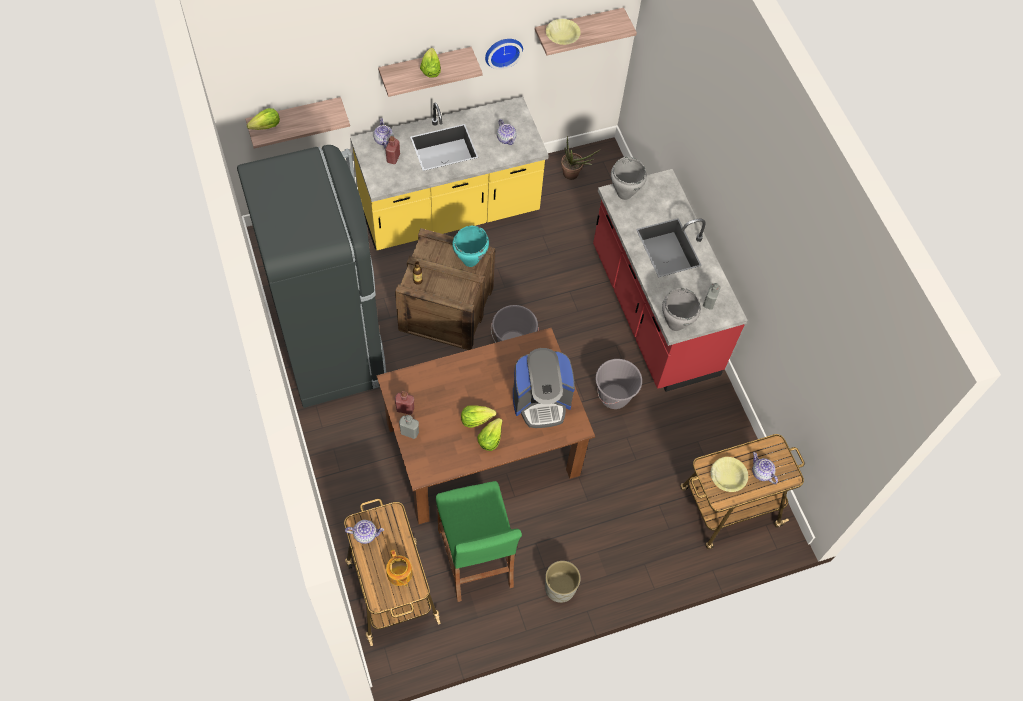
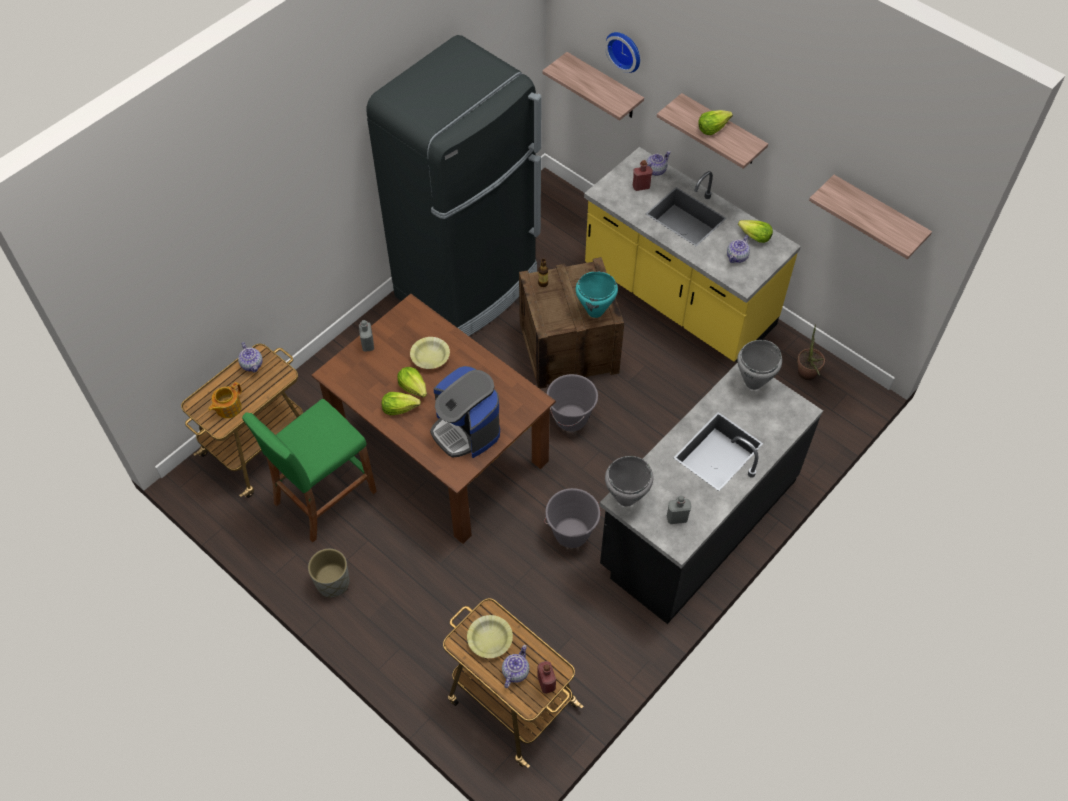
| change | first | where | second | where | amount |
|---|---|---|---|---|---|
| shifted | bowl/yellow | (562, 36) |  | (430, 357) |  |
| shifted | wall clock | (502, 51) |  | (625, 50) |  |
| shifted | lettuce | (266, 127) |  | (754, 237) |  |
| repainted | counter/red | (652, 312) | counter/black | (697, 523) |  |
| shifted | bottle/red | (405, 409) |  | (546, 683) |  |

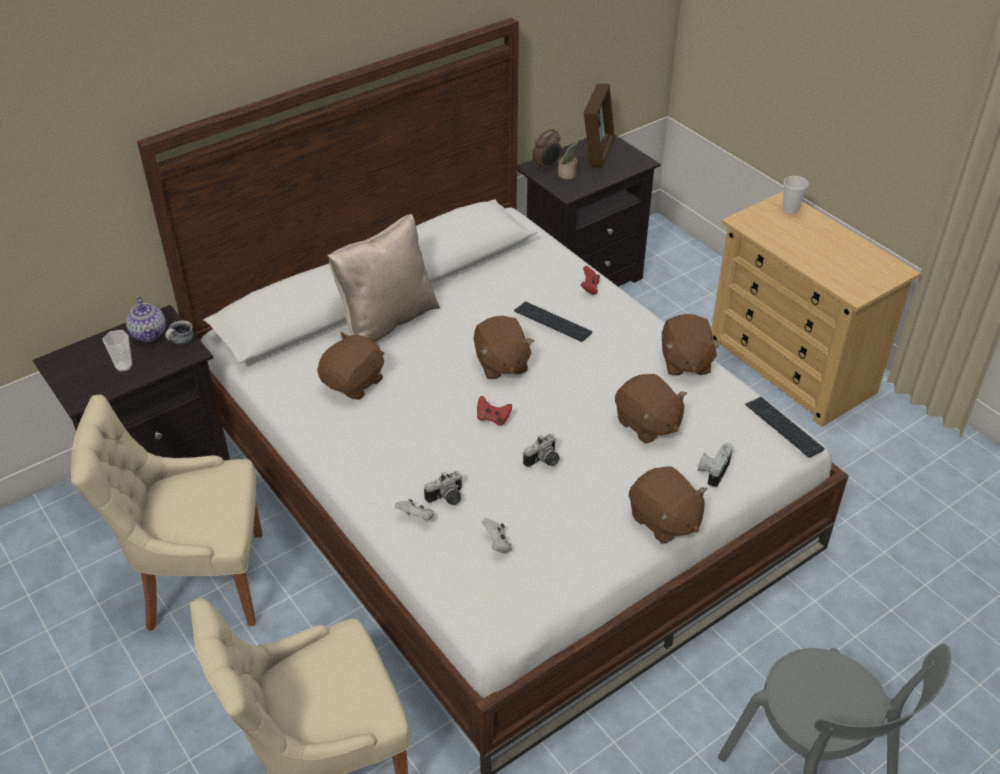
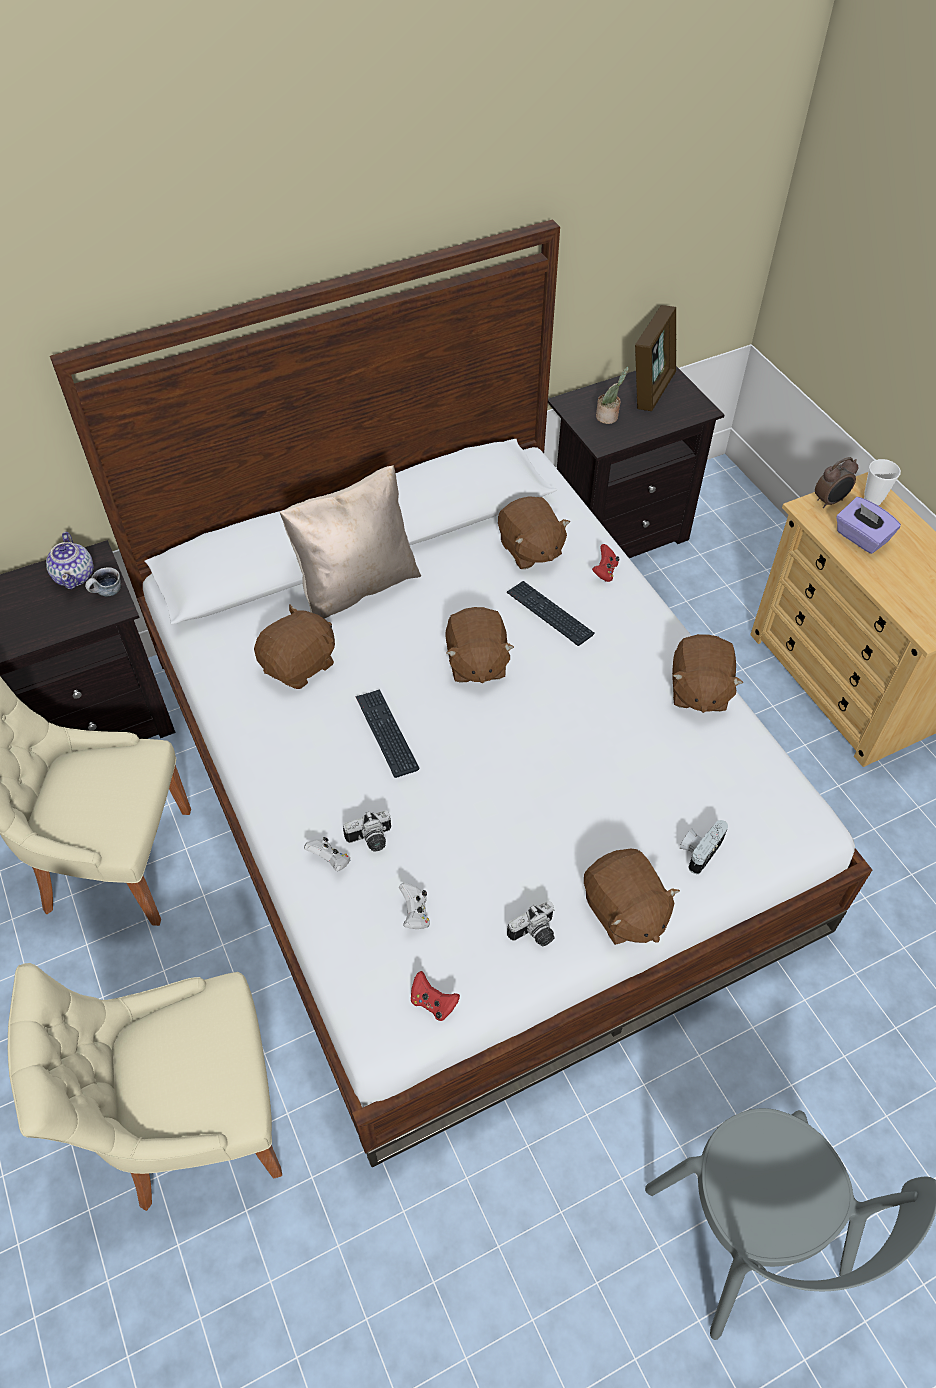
| change | first | where | second | where | amount |
|---|---|---|---|---|---|
| shifted | alarm clock | (547, 167) |  | (830, 501) |  |
| gone | cup | (124, 366) |  |  |  |
| shifted | plush toy/brown | (647, 424) |  | (530, 549) |  |
| shifted | game controller/red | (493, 418) |  | (433, 1002) |  |
| shifted | keyboard | (783, 427) |  | (386, 733) |  |
| shifted | photo camera | (544, 461) |  | (535, 934) |  |
| new |  |  | tissue box/purple | (861, 538) |  |

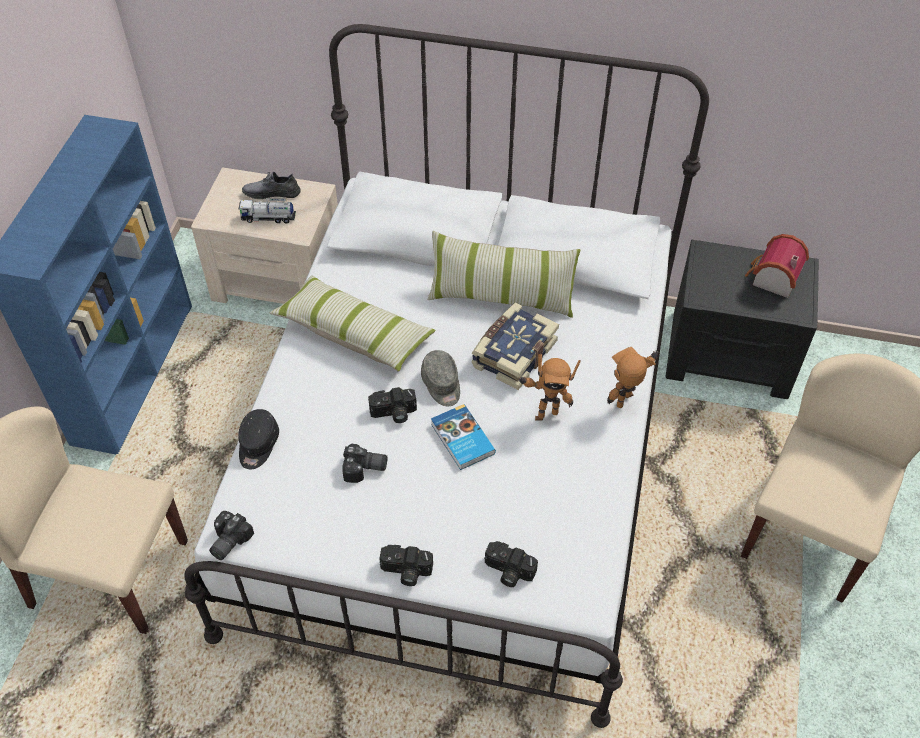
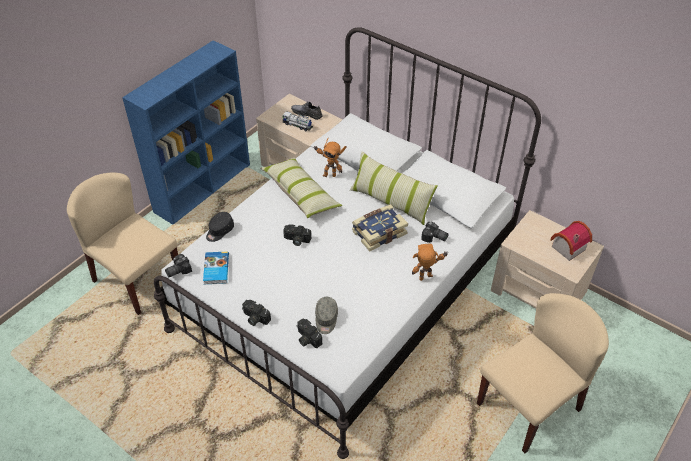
| change | first | where | second | where | amount |
|---|---|---|---|---|---|
| repainted | nightstand/black | (730, 355) | nightstand/beige | (538, 291) |  |
| shifted | cap/grey | (442, 385) |  | (326, 319) |  |
| shifted | toy robot | (545, 413) |  | (329, 174) |  |
| shifted | book | (461, 439) |  | (215, 269) |  |
| shifted | photo camera | (365, 469) |  | (434, 238) |  |

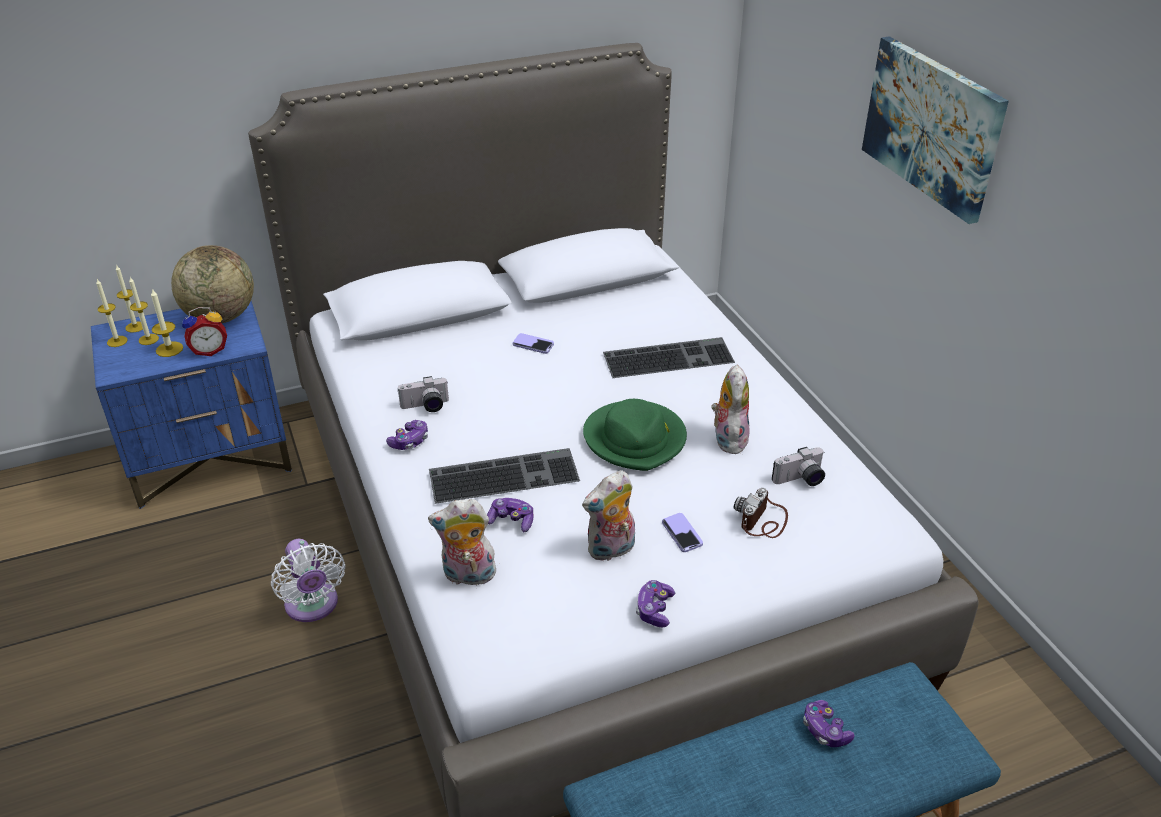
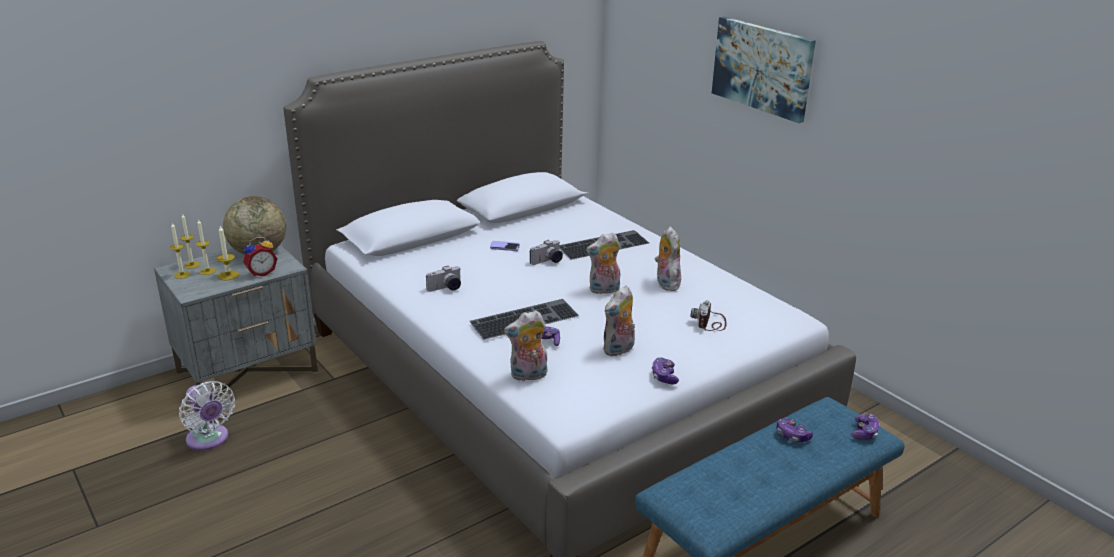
| change | first | where | second | where | amount |
|---|---|---|---|---|---|
| repainted | nightstand/blue | (212, 458) | nightstand/grey | (248, 372) |  |
| swapped | hat/green | (635, 439) | plush toy | (604, 290) |  |
| shifted | game controller | (409, 441) |  | (864, 432) |  |
| shifted | photo camera | (800, 480) |  | (548, 261) |  |
| gone | phone | (682, 533) |  |  |  |
| shifted | fan/white | (313, 606) |  | (209, 440) |  |

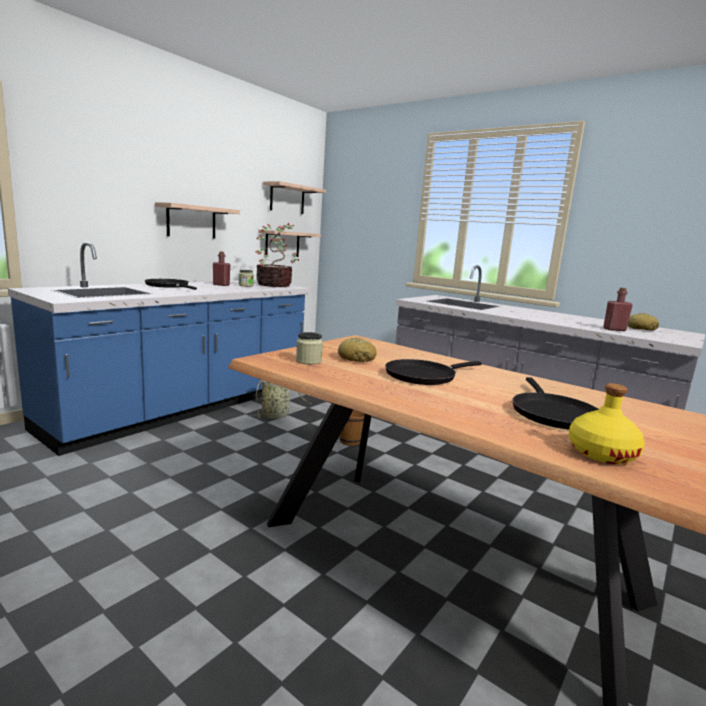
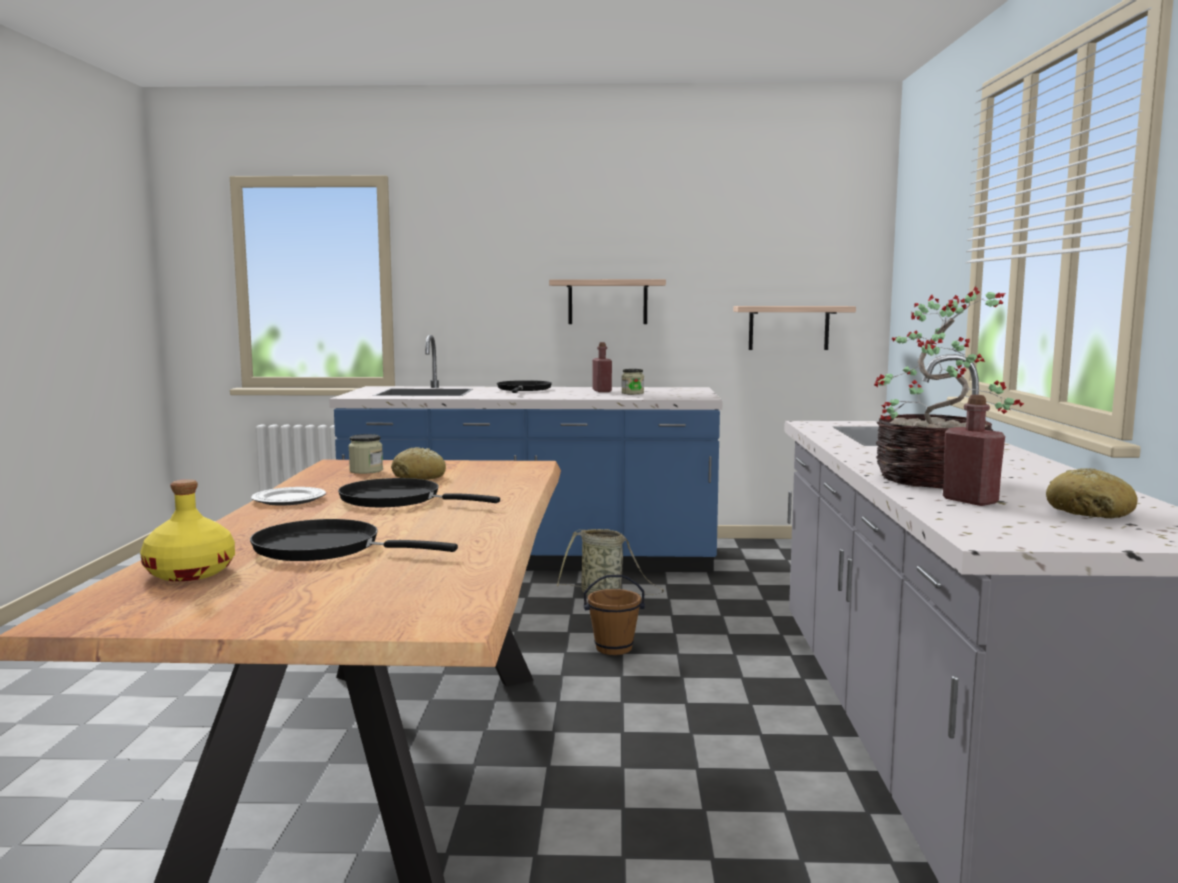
| change | first | where | second | where | amount |
|---|---|---|---|---|---|
| gone | shelf | (287, 199) |  |  |  |
| shifted | potted plant | (275, 285) |  | (934, 479) |  |
| rotated | frying pan/black | (552, 413) |  | (325, 549) | 45 degrees clockwise |
| new |  |  | plate | (289, 499) |  |

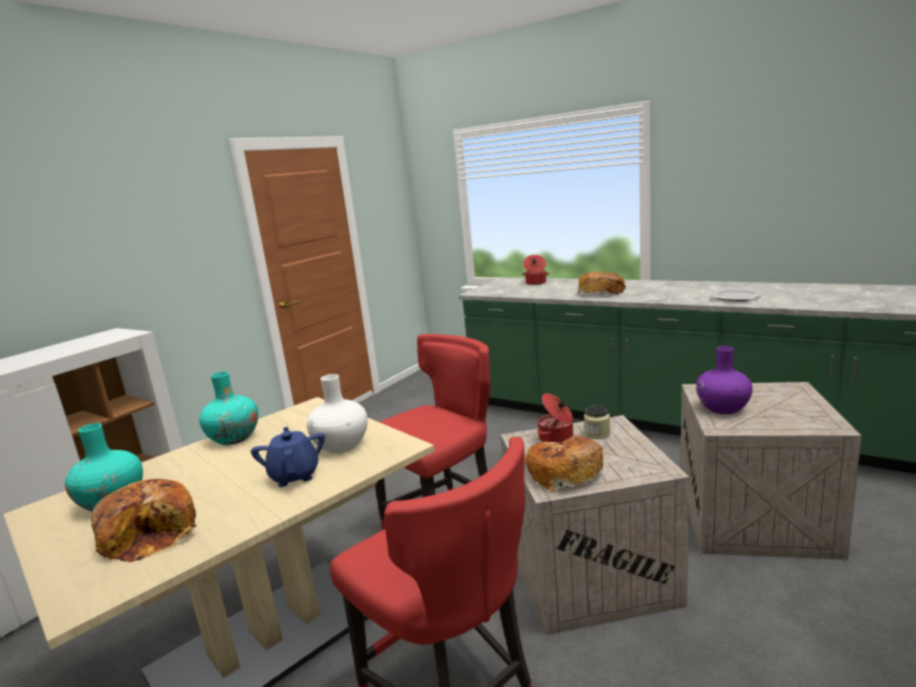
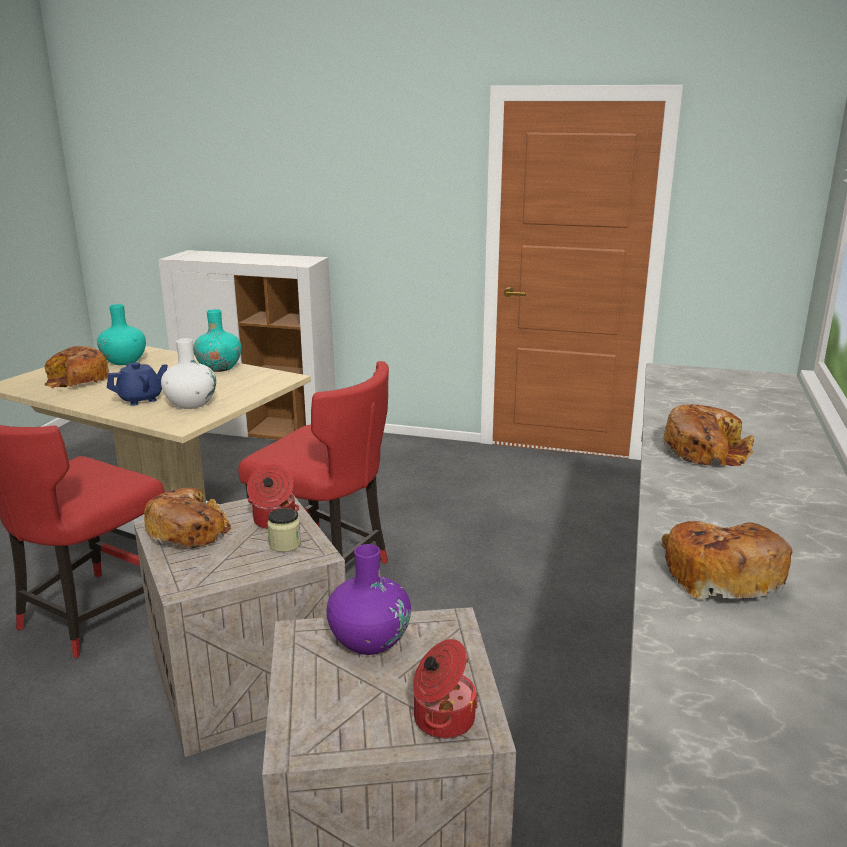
| change | first | where | second | where | amount |
|---|---|---|---|---|---|
| shifted | cooking pot | (535, 283) |  | (442, 718) |  |
| swapped | plate | (736, 297) | bread | (720, 574) |  |

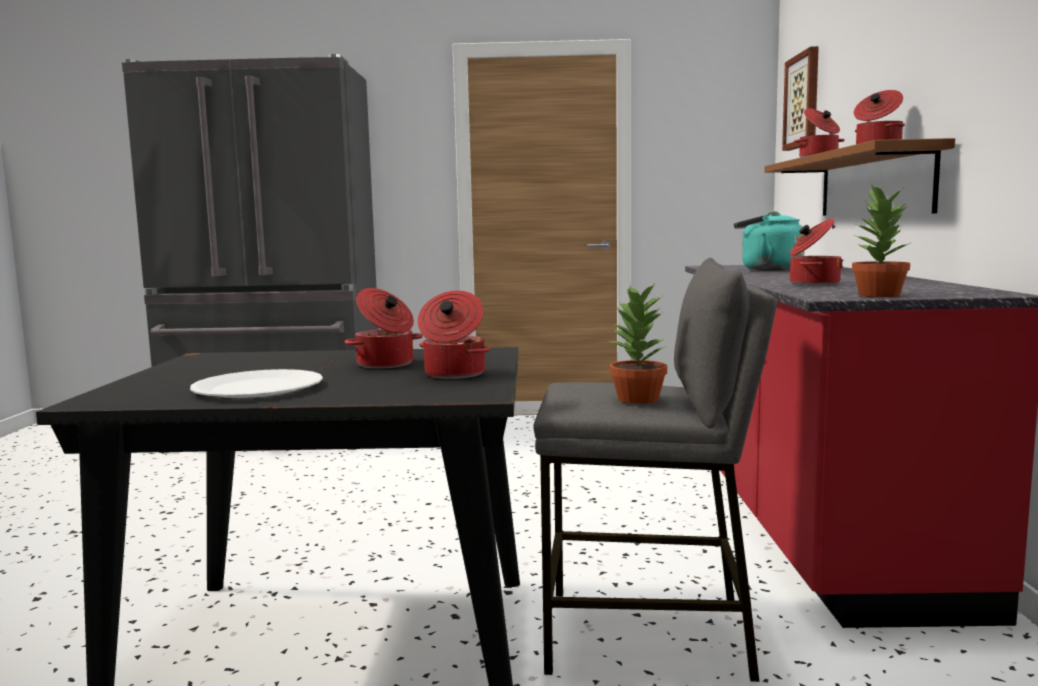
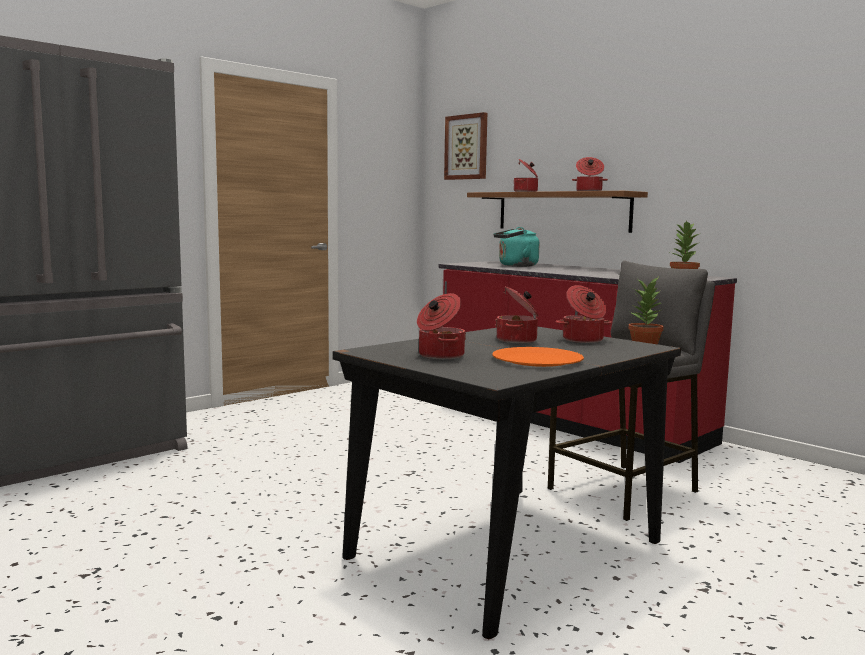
| change | first | where | second | where | amount |
|---|---|---|---|---|---|
| shifted | cooking pot | (812, 283) |  | (440, 355) |  |
| repainted | plate/white | (257, 388) | plate/orange | (537, 360) |  |

